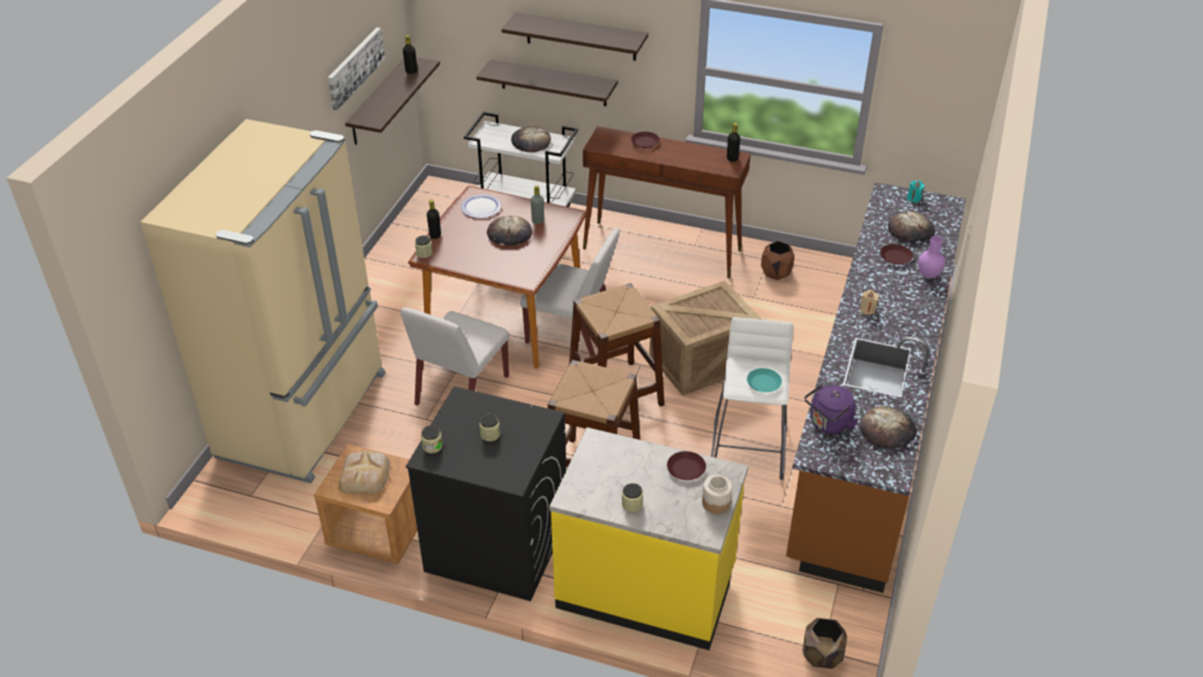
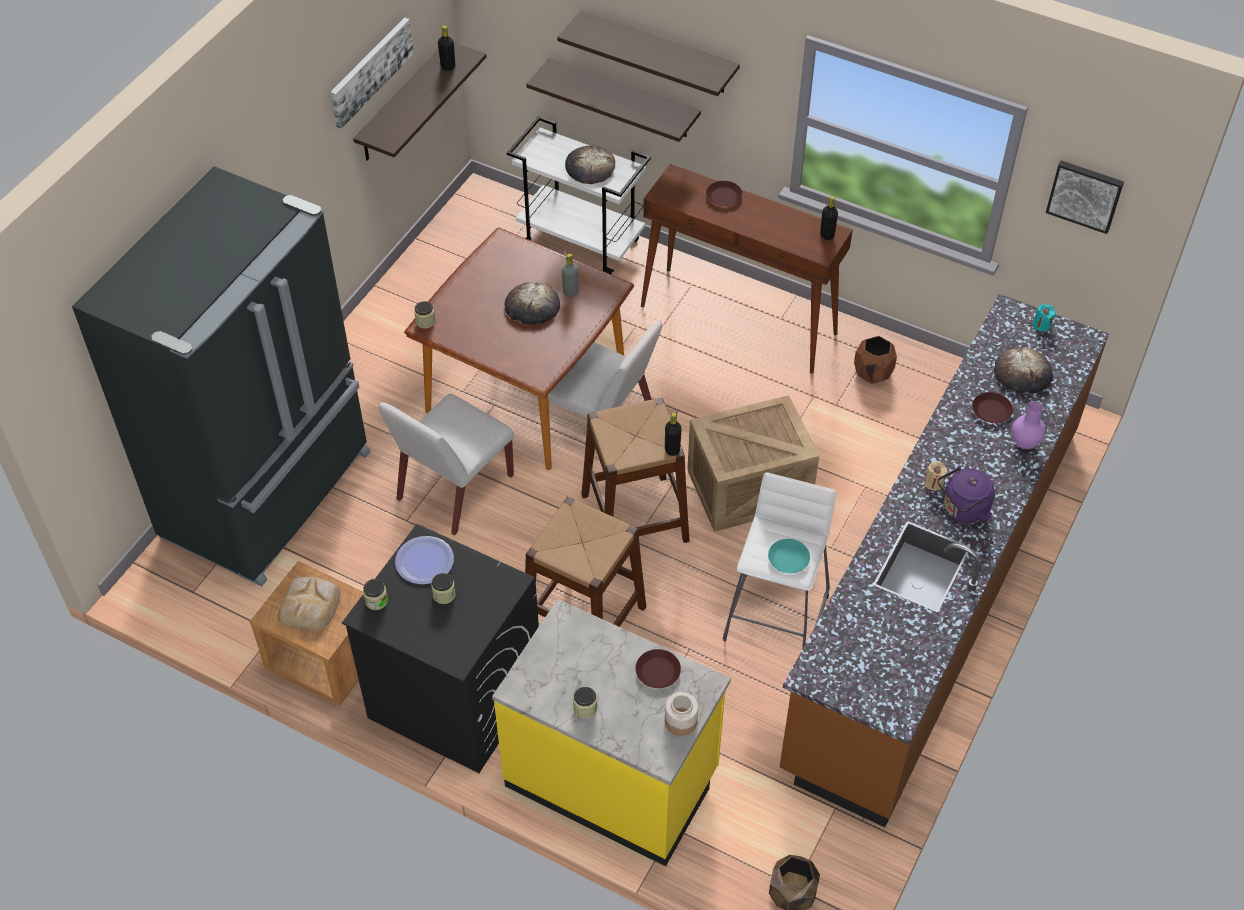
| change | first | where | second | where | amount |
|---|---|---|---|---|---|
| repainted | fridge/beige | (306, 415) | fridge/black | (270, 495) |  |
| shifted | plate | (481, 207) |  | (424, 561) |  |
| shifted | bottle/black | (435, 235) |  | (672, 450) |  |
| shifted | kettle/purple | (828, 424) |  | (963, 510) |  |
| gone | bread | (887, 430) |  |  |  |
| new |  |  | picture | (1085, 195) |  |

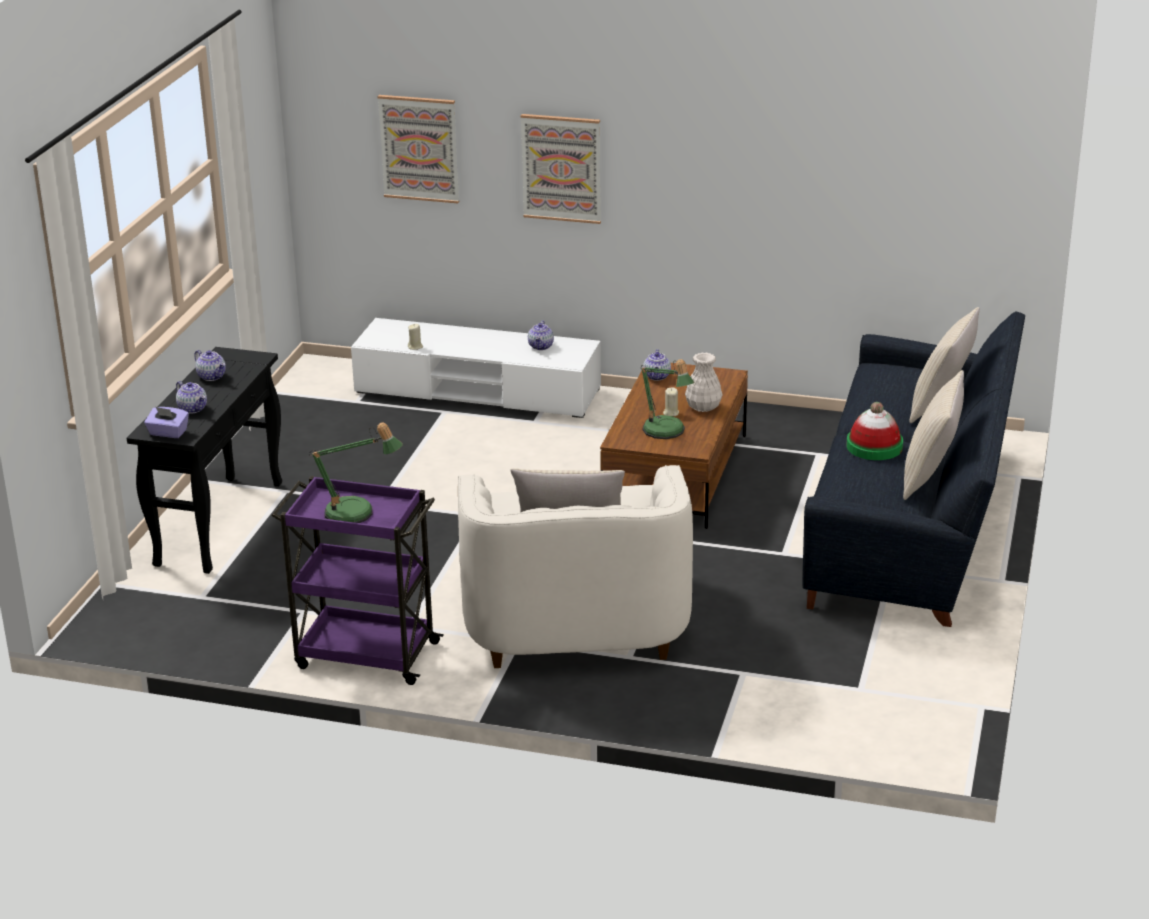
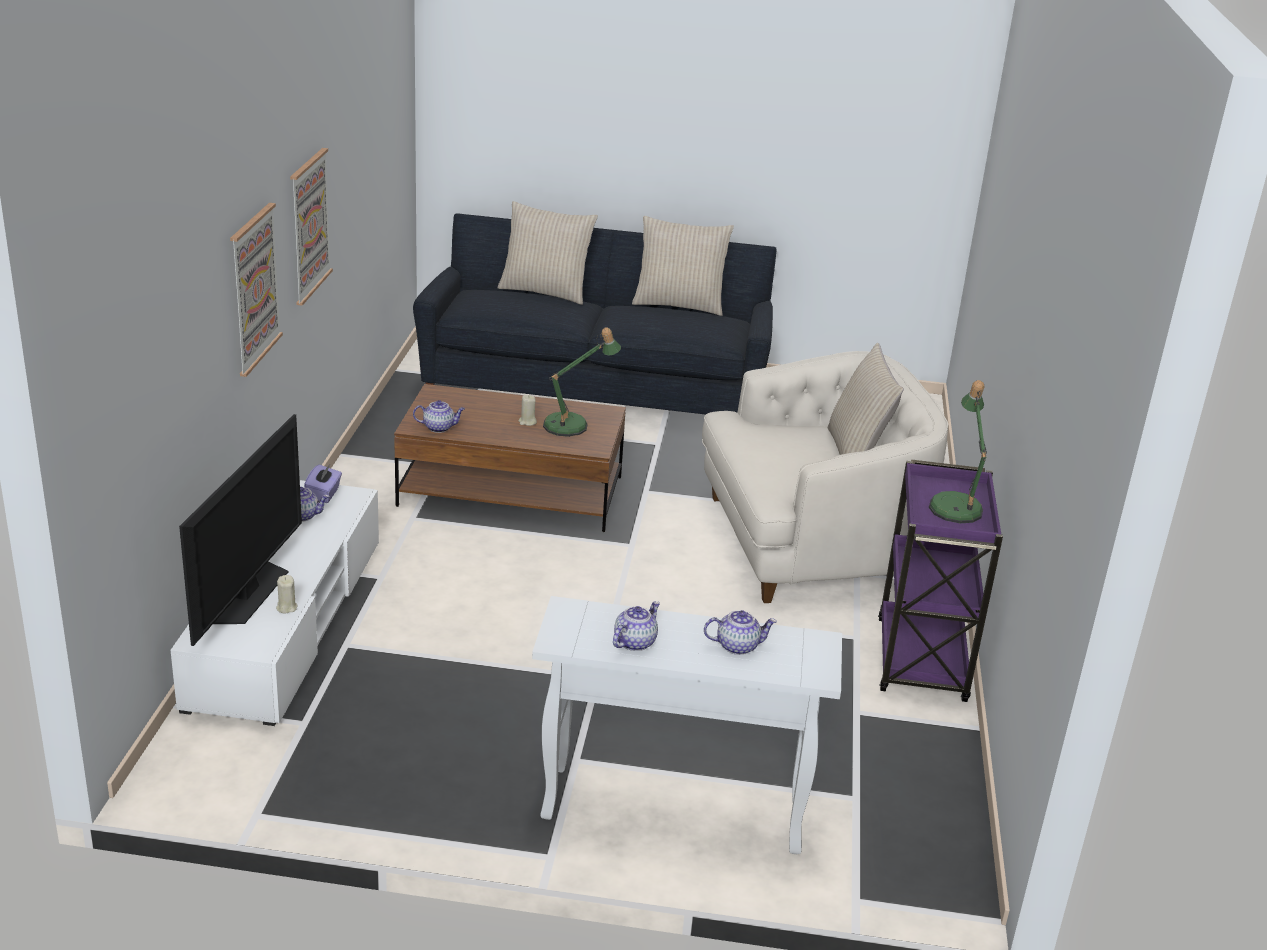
| change | first | where | second | where | amount |
|---|---|---|---|---|---|
| shifted | picture | (419, 148) |  | (309, 225) |  |
| repainted | console table/black | (220, 523) | console table/white | (671, 809) |  |
| gone | vase/white | (703, 407) |  |  |  |
| rotated | teapot | (193, 408) |  | (738, 646) | 45 degrees clockwise |
| gone | hat | (874, 446) |  |  |  |
| shifted | tissue box/purple | (168, 433) |  | (324, 494) |  |
| new |  |  | television | (247, 593) |  |

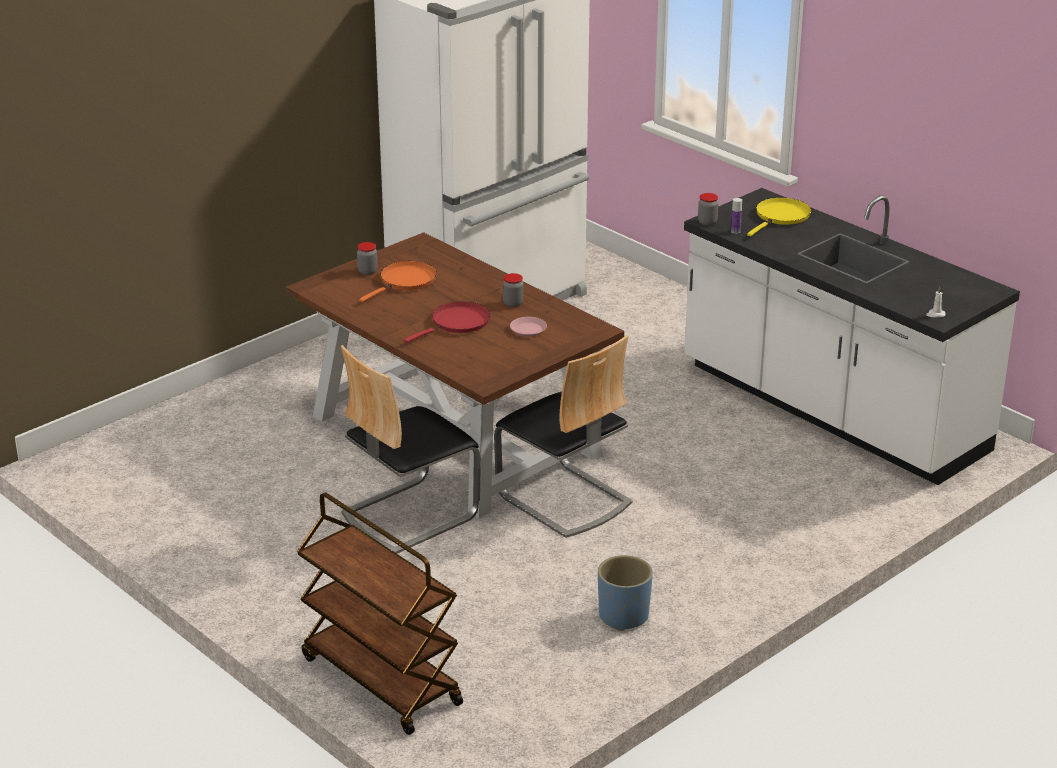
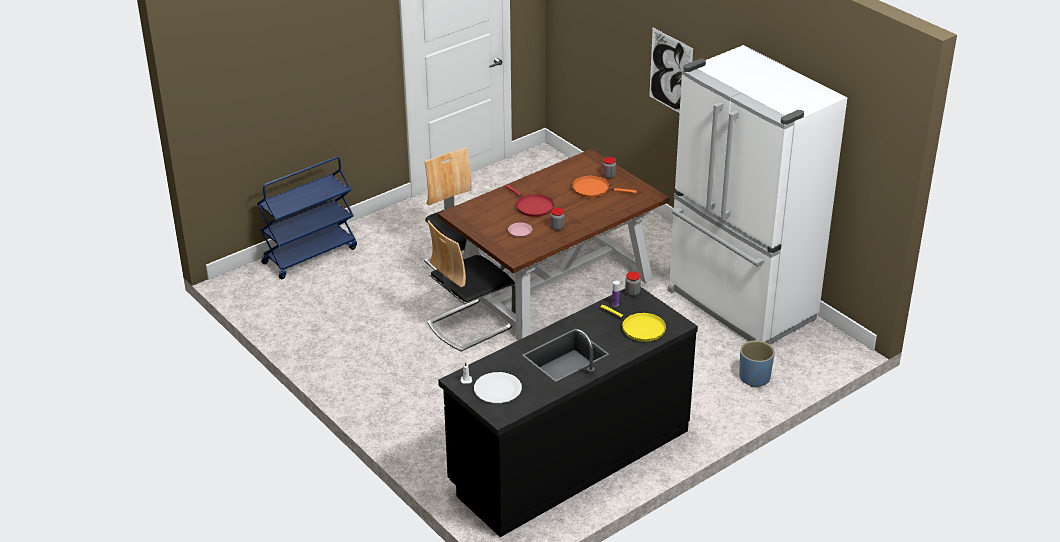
| change | first | where | second | where | amount |
|---|---|---|---|---|---|
| repainted | counter/white | (831, 410) | counter/black | (569, 458) |  |
| rotated | frying pan/orange | (405, 281) |  | (593, 189) | 150 degrees clockwise |
| repainted | cart/brown | (379, 680) | cart/blue | (310, 255) |  |
| shifted | planter/blue | (623, 615) |  | (755, 378) |  |
| new |  |  | picture | (670, 72) |  |
| new |  |  | plate/white | (497, 389) |  |

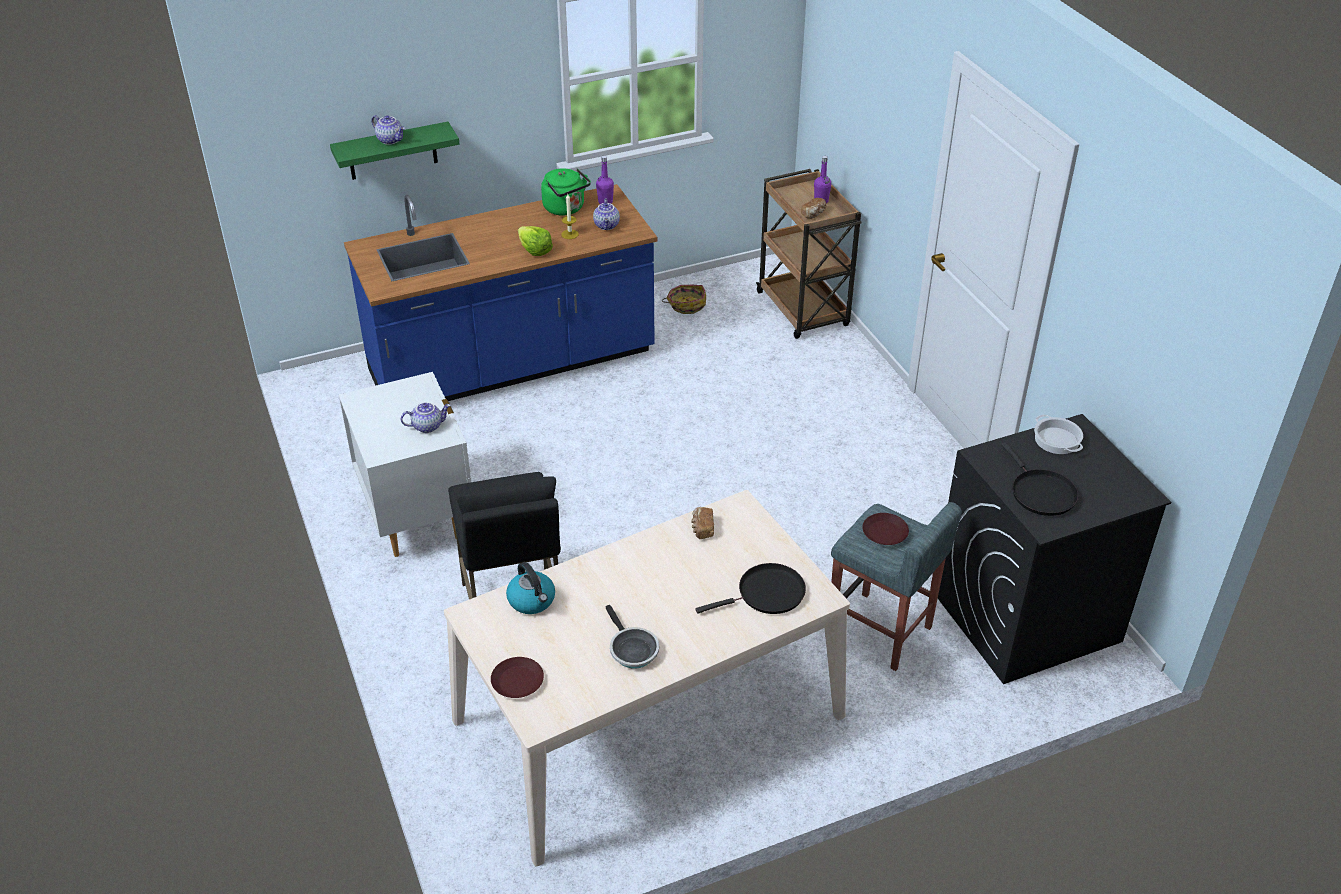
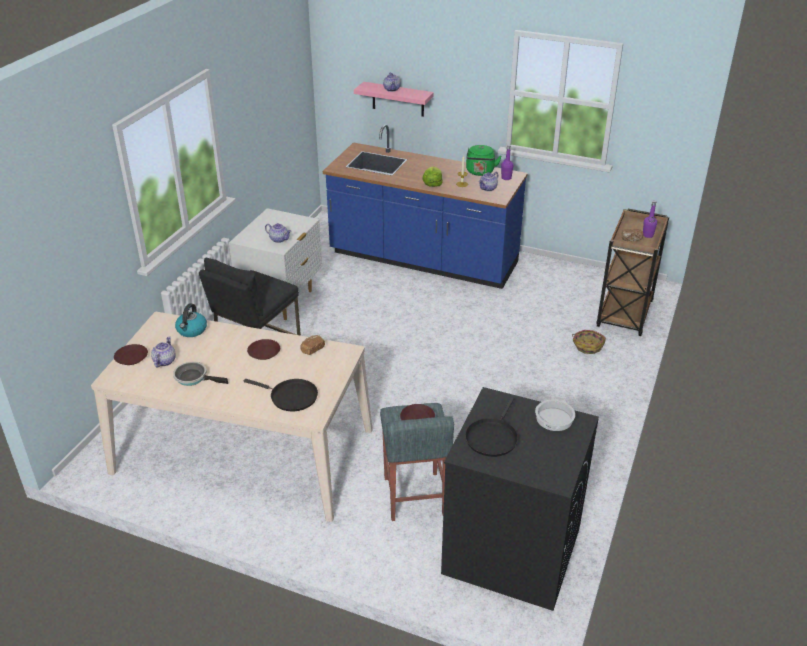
| change | first | where | second | where | amount |
|---|---|---|---|---|---|
| repainted | shelf/green | (392, 151) | shelf/pink | (398, 99) |  |
| shifted | basket | (686, 304) |  | (588, 346) |  |
| rotated | frying pan | (631, 650) |  | (194, 377) | 90 degrees clockwise |
| new |  |  | teapot | (164, 361) |  |
| new |  |  | plate/brown | (264, 352) |  |

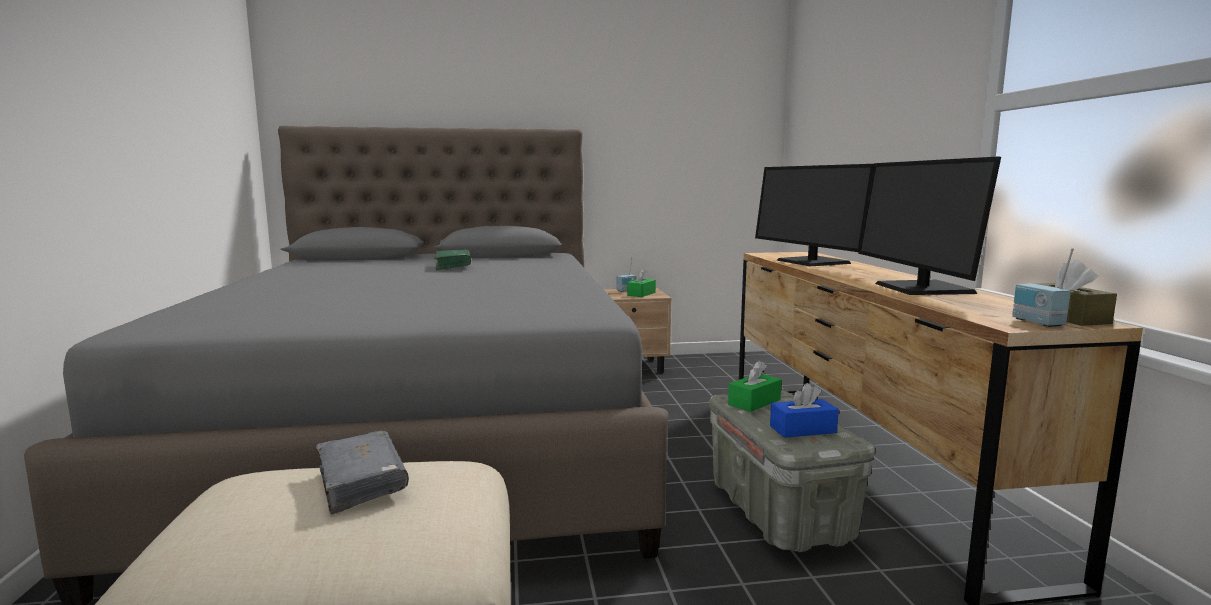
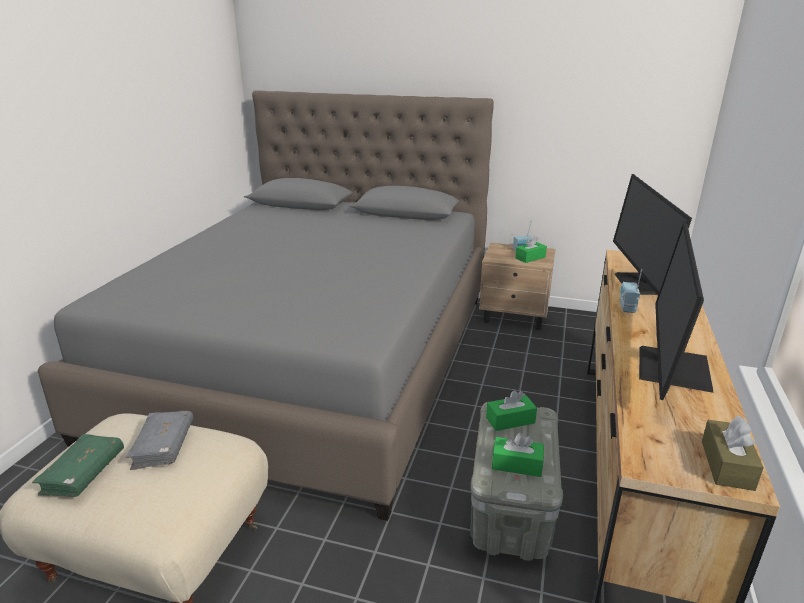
| change | first | where | second | where | amount |
|---|---|---|---|---|---|
| shifted | radio | (1036, 322) |  | (626, 307) |  |
| shifted | book/green | (453, 266) |  | (83, 473) |  |
| repainted | tissue box/blue | (802, 429) | tissue box/green | (517, 464) |  |

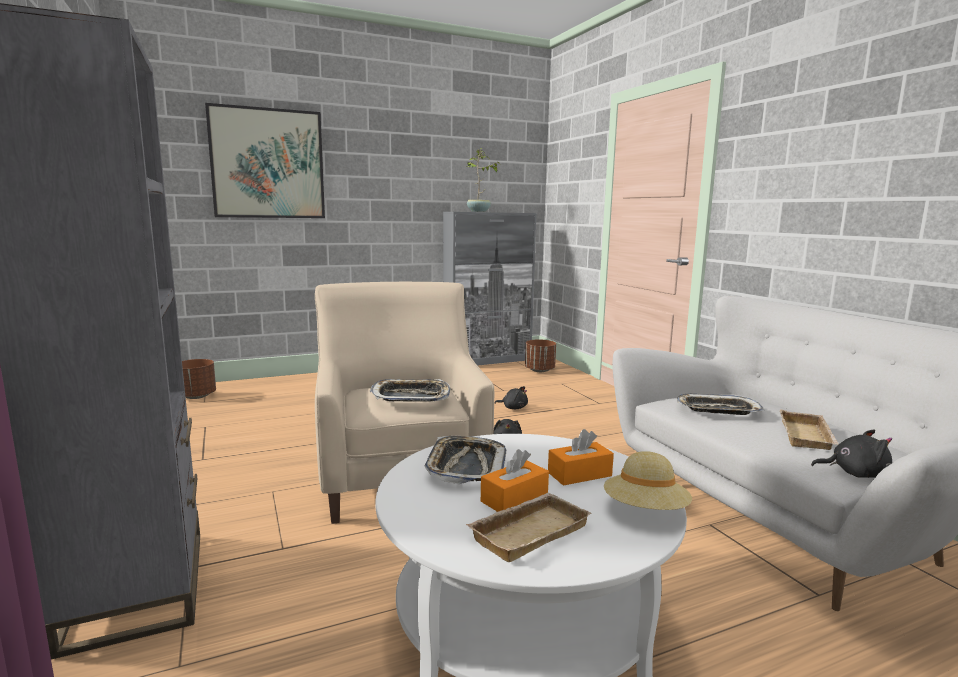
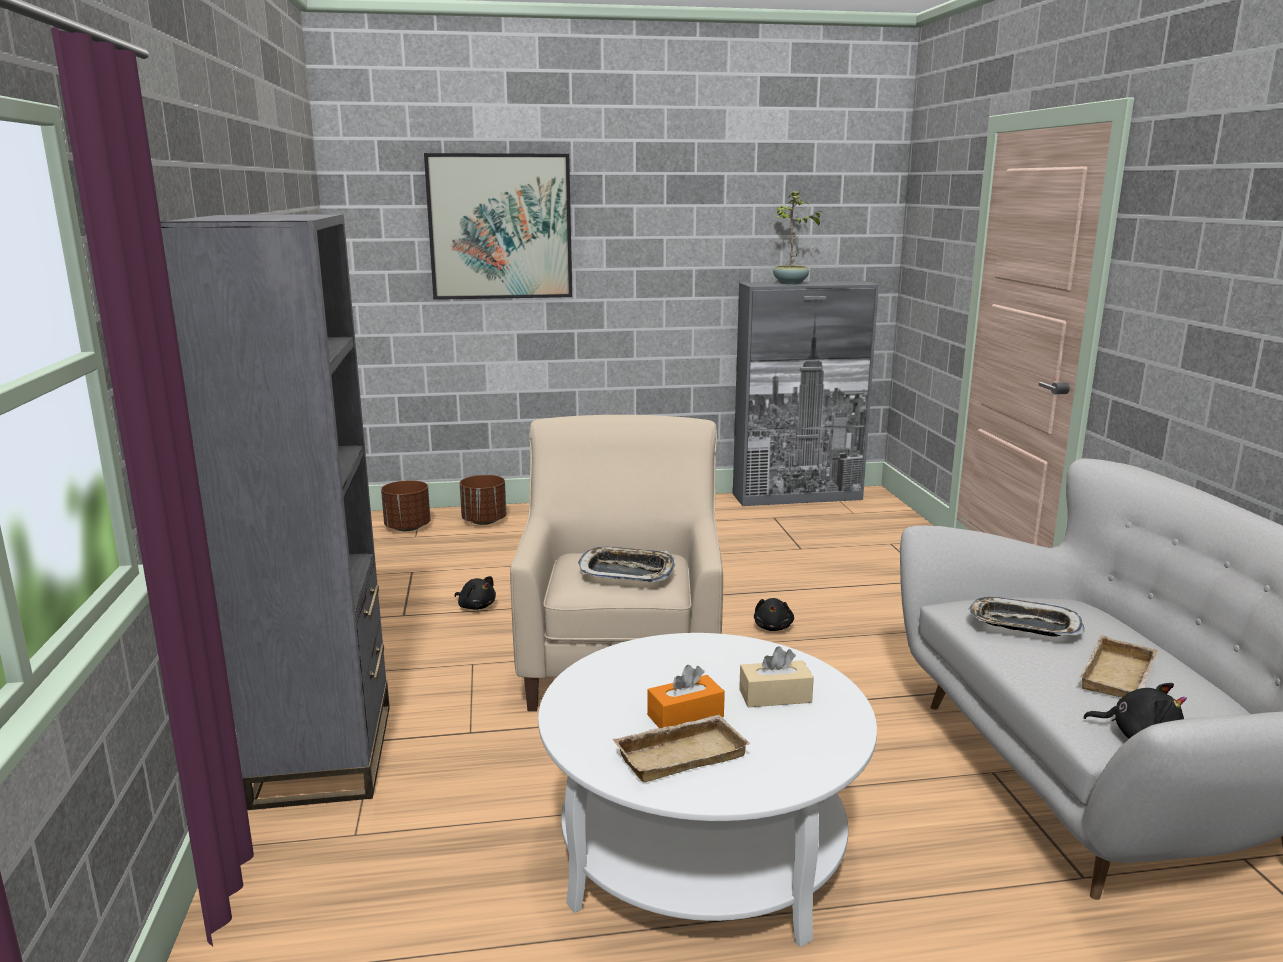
| change | first | where | second | where | amount |
|---|---|---|---|---|---|
| shifted | planter/brown | (540, 370) |  | (484, 521) |  |
| shifted | plush toy/black | (513, 408) |  | (476, 606) |  |
| repainted | tissue box/orange | (579, 474) | tissue box/beige | (775, 696) |  |
| gone | tray | (466, 466) |  |  |  |
| gone | hat/beige | (645, 511) |  |  |  |

